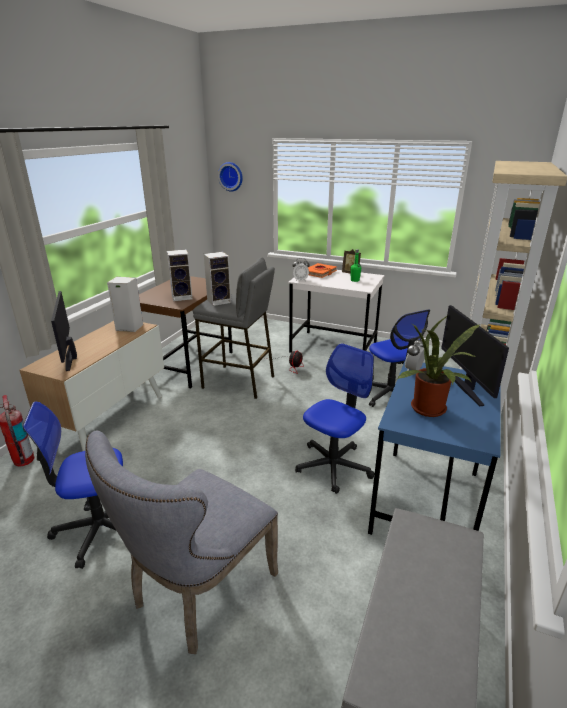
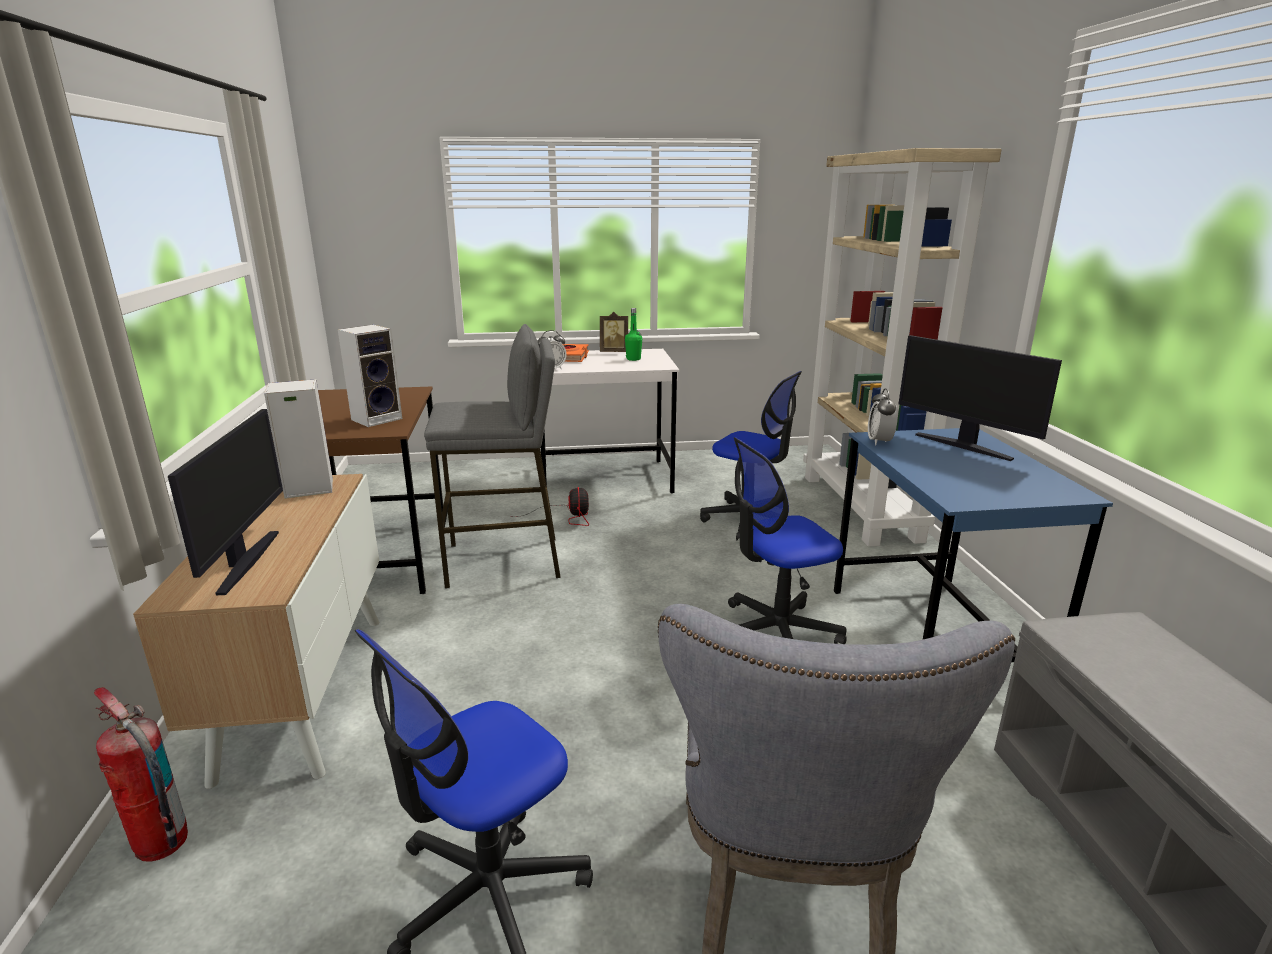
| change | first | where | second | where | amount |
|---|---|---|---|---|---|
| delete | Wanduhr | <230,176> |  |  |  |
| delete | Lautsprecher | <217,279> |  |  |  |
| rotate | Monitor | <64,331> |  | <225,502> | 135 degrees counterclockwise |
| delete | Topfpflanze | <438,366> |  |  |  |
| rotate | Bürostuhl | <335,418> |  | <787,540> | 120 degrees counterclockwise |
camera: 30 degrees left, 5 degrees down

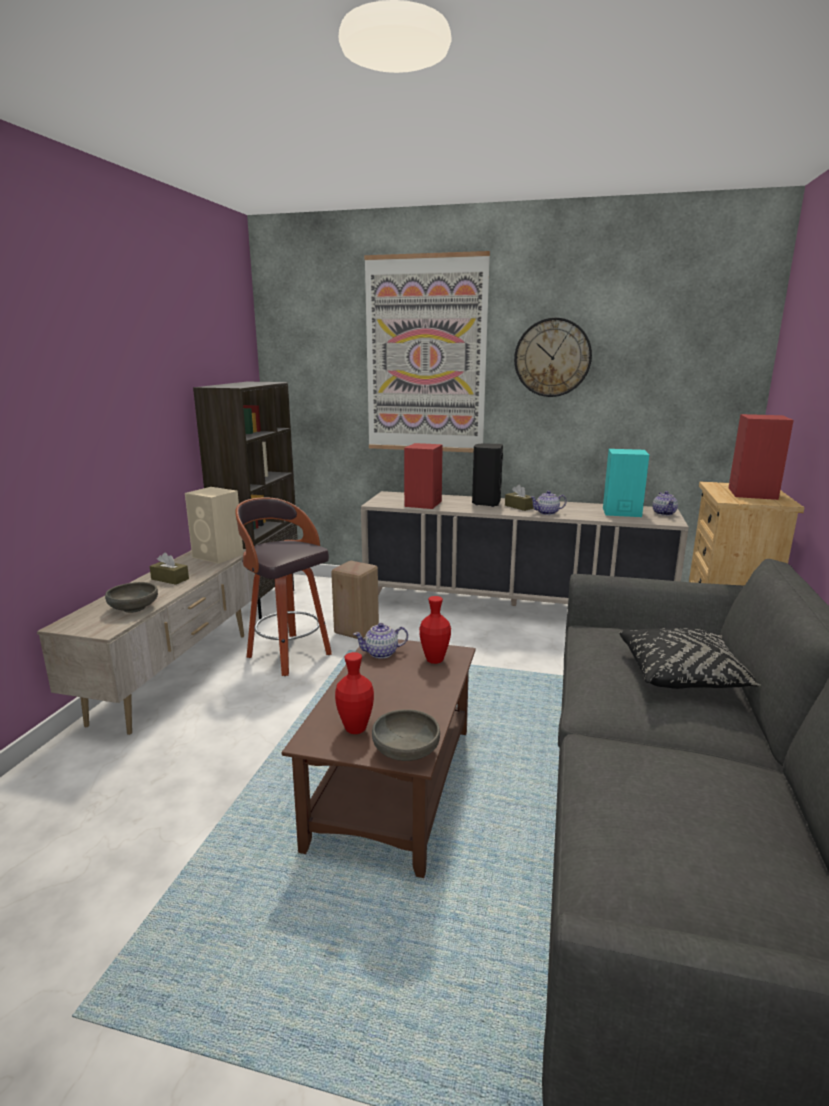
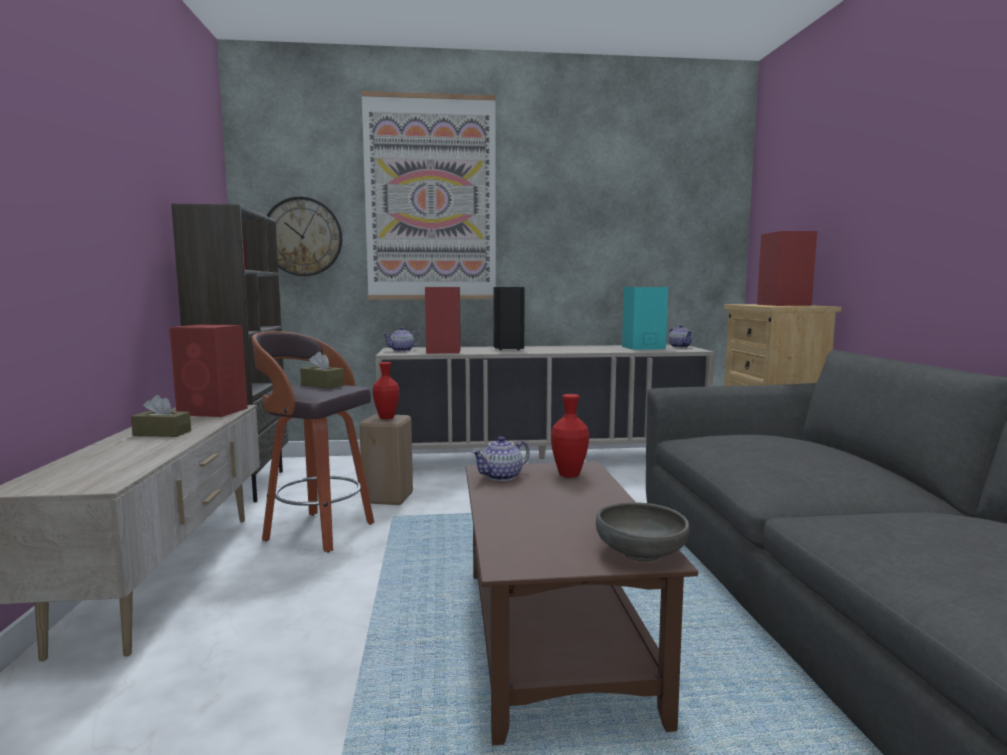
| change | first | where | second | where | amount |
|---|---|---|---|---|---|
| move | Wanduhr | <553,357> |  | <304,236> |  |
| move | Taschentuchbox [braun] | <519,497> |  | <322,370> |  |
| recolor | Lautsprecher [beige] | <214,525> | Lautsprecher [rot] | <208,371> |  |
| move | Teekanne | <548,503> |  | <402,339> |  |
| delete | Schüssel [grau] | <131,597> |  |  |  |
| delete | Kissen [schwarz] | <690,658> |  |  |  |
| move | Vase [rot] | <354,693> |  | <386,390> |  |
camera: 20 degrees left, 10 degrees down

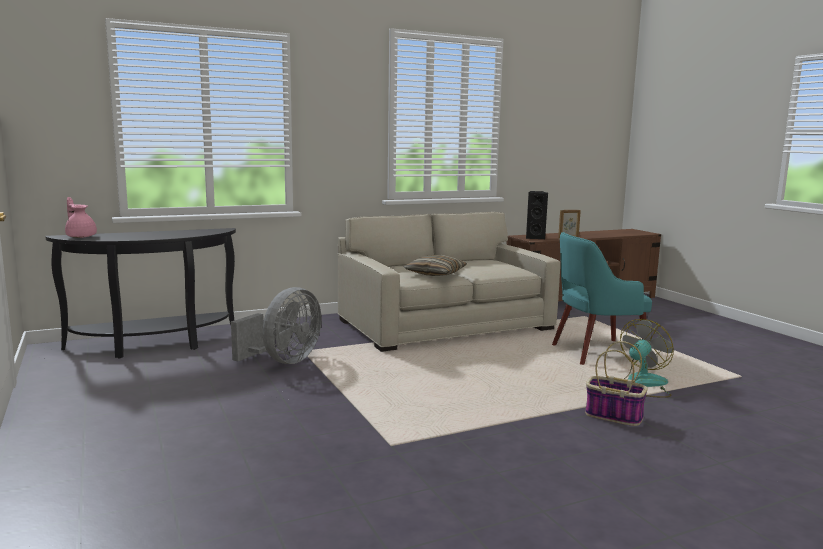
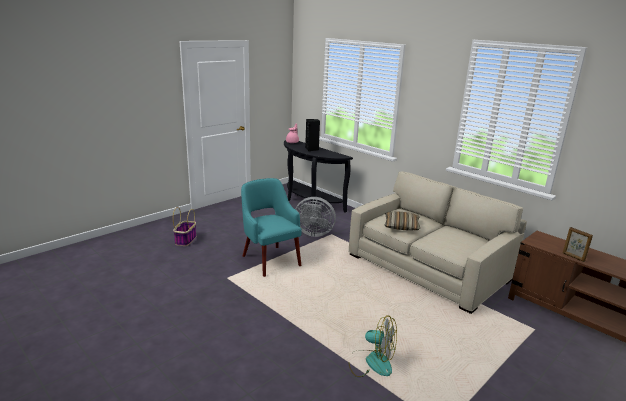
| change | first | where | second | where | amount |
|---|---|---|---|---|---|
| move | Lautsprecher [schwarz] | <537,215> |  | <312,135> |  |
| move | Sessel [türkis] | <602,298> |  | <271,227> |  |
| move | Korb | <616,383> |  | <184,226> |  |
camera: 70 degrees right, 10 degrees up

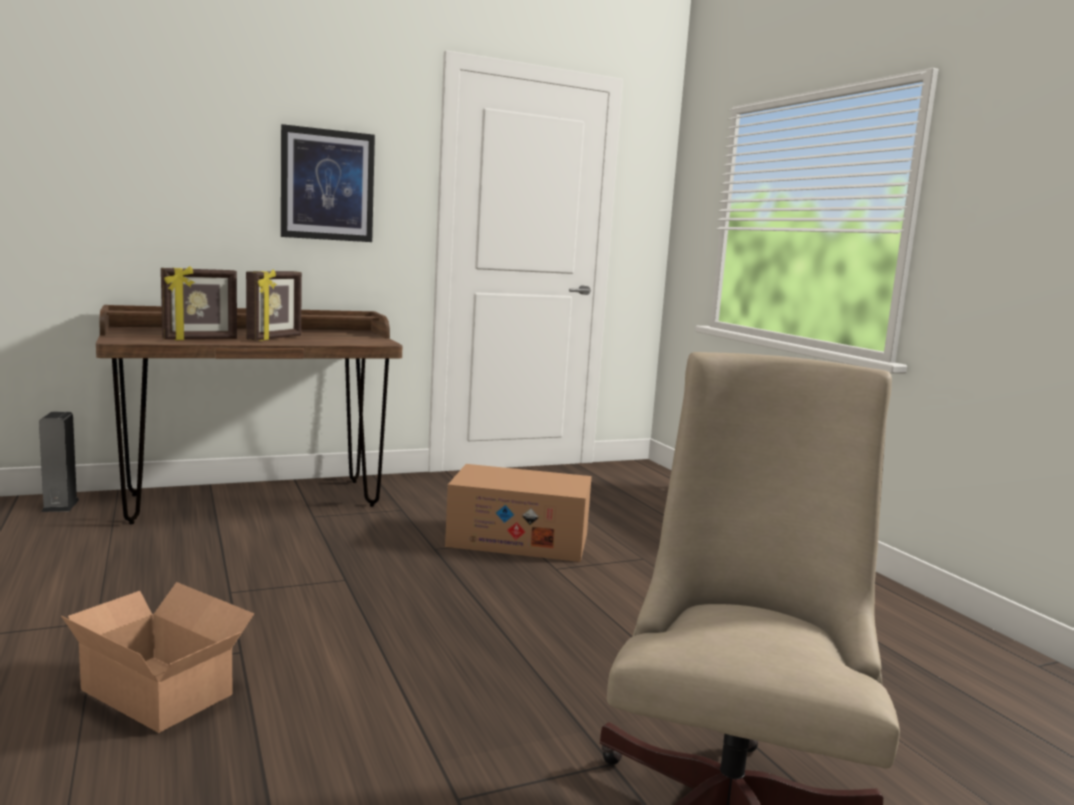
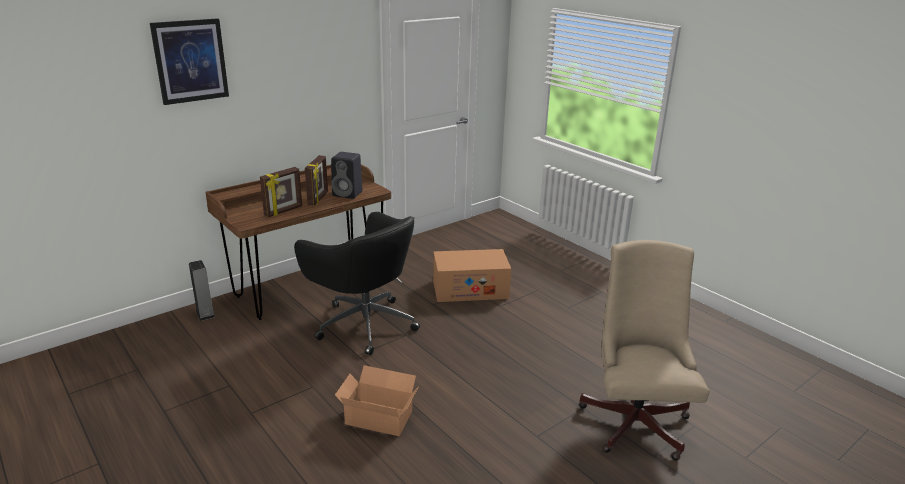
| change | first | where | second | where | amount |
|---|---|---|---|---|---|
| move | Bild | <328,183> |  | <189,61> |  |
| insert |  |  | Lautsprecher [schwarz] | <347,175> |  |
| insert |  |  | Bürostuhl [schwarz] | <357,283> |  |
camera: 15 degrees left, 15 degrees up

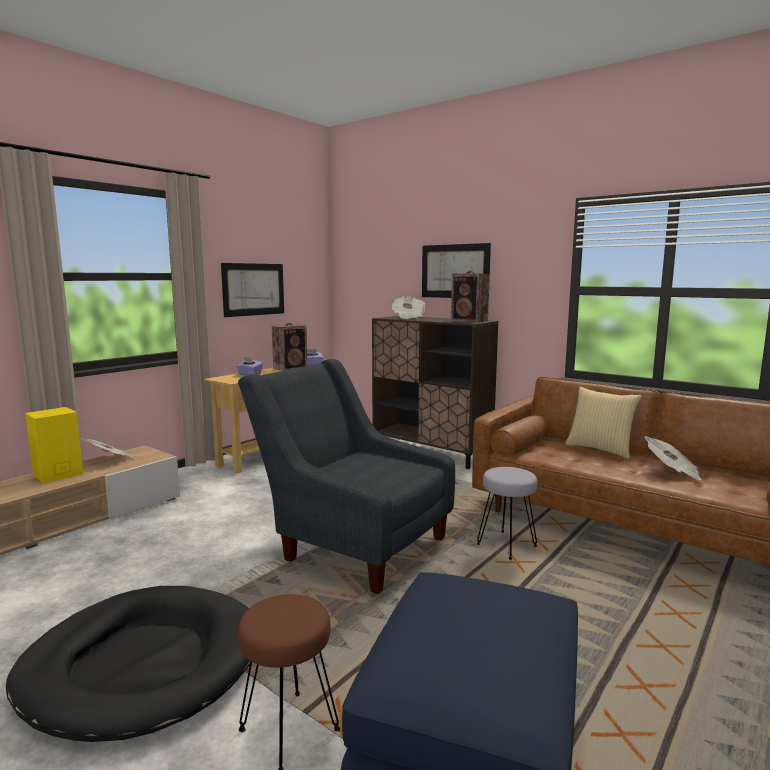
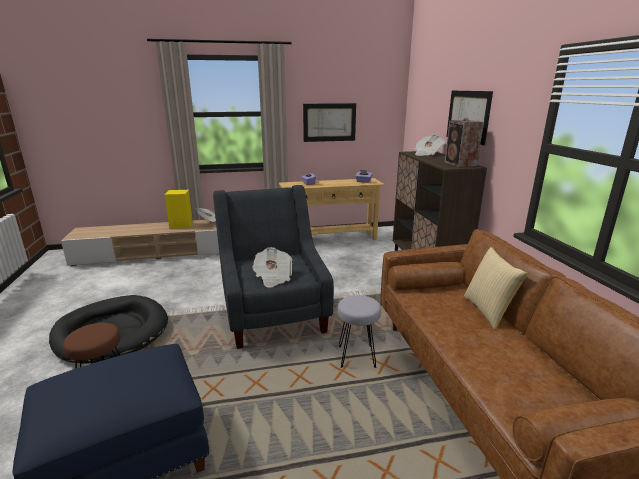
| change | first | where | second | where | amount |
|---|---|---|---|---|---|
| delete | Lautsprecher | <290,347> |  |  |  |
| move | Zeitung | <672,458> |  | <272,267> |  |
camera: 40 degrees right, 10 degrees up

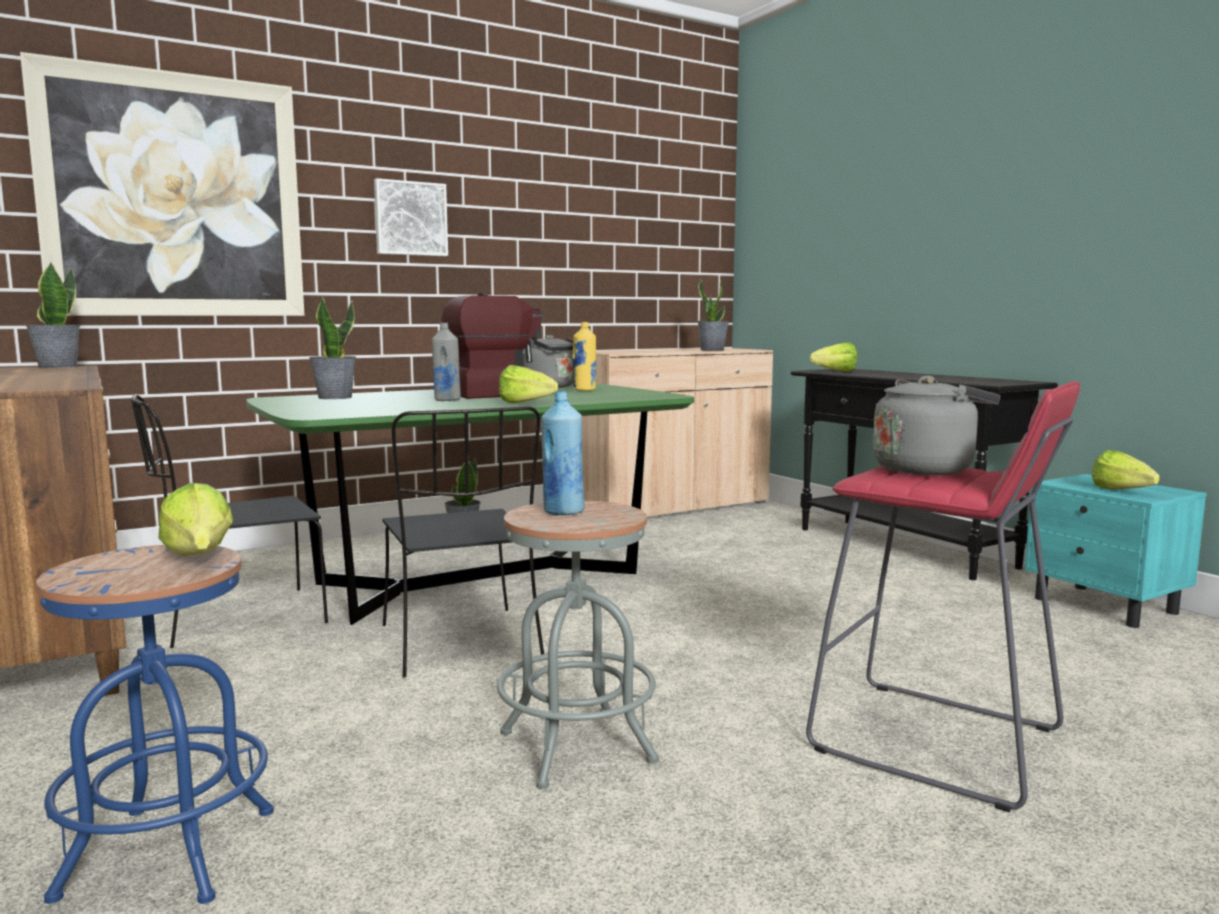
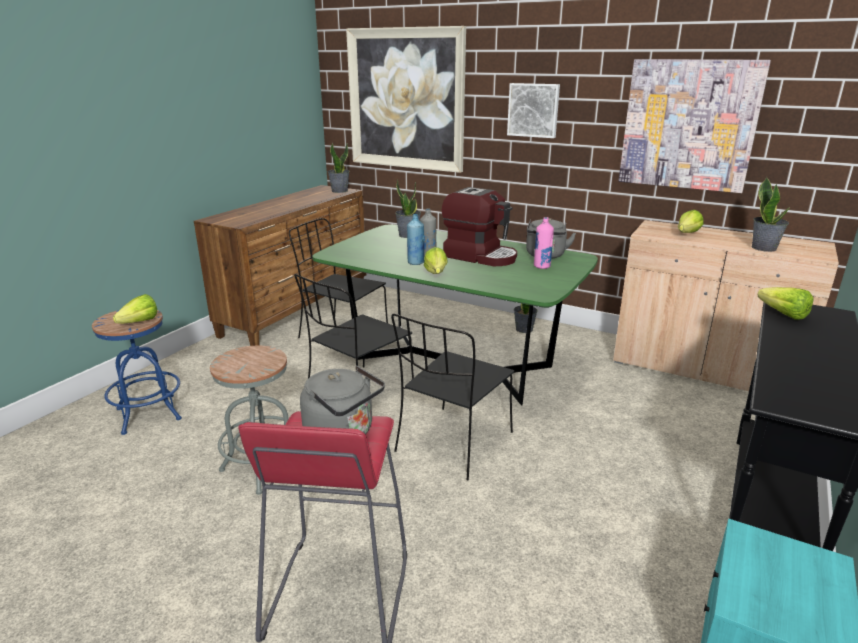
| change | first | where | second | where | amount |
|---|---|---|---|---|---|
| recolor | Flasche [gelb] | <584,356> | Flasche [rosa] | <544,243> |  |
| move | Flasche [blau] | <563,453> |  | <415,239> |  |
| move | Salatkopf | <1126,470> |  | <691,221> |  |
| insert |  |  | Bild | <695,126> |  |
| insert |  |  | Stuhl [schwarz] | <452,397> |  |
camera: 60 degrees right, 15 degrees up

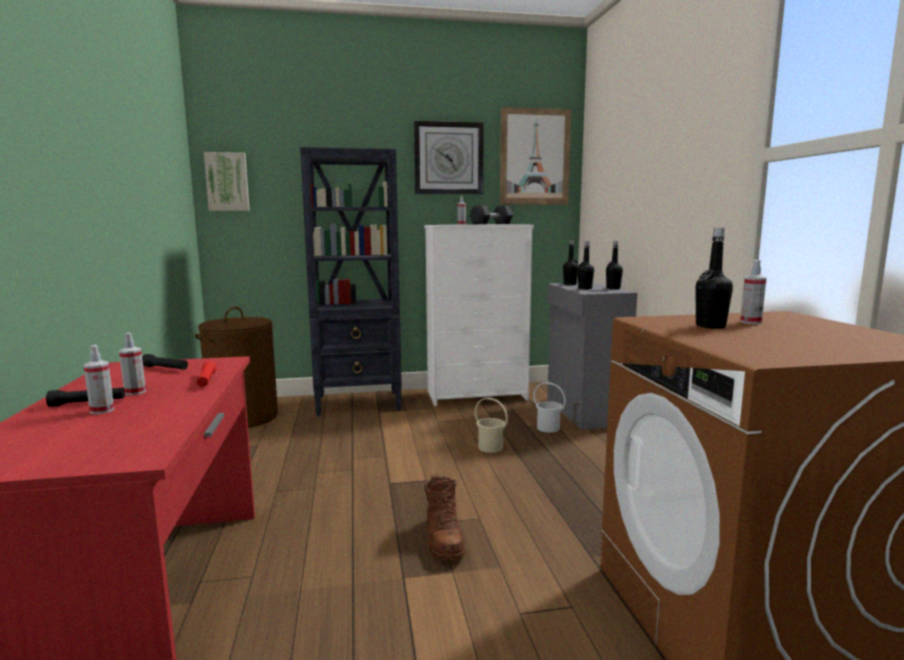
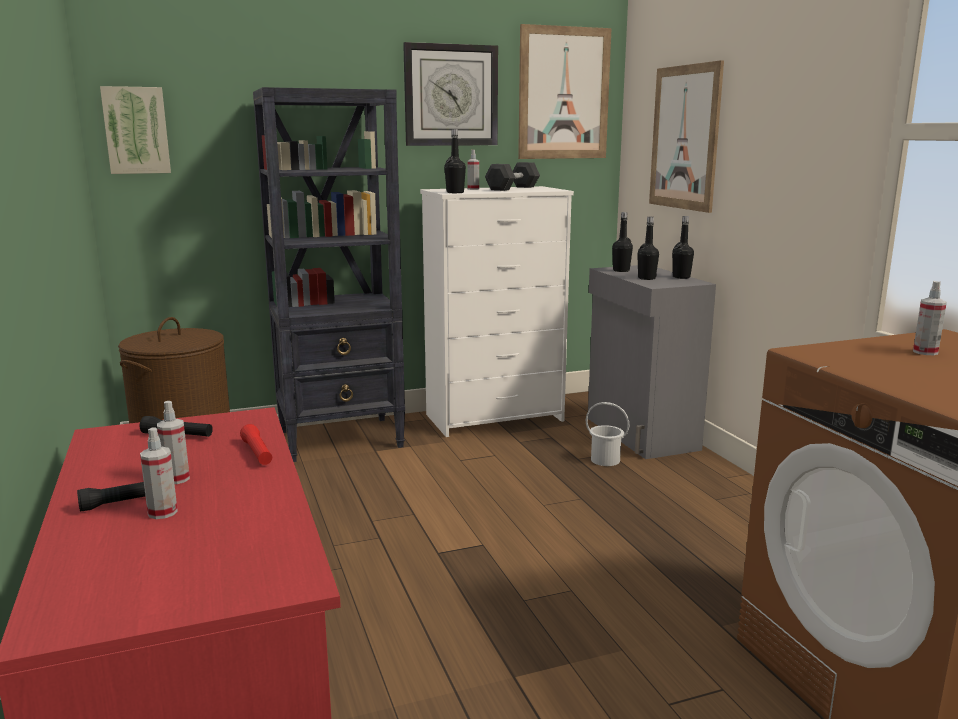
| change | first | where | second | where | amount |
|---|---|---|---|---|---|
| move | Flasche [schwarz] | <714,278> |  | <455,161> |  |
| delete | Eimer [beige] | <491,425> |  |  |  |
| delete | Stiefel [braun] | <445,517> |  |  |  |
| insert |  |  | Bild | <686,136> |  |
camera: 10 degrees left, 5 degrees up

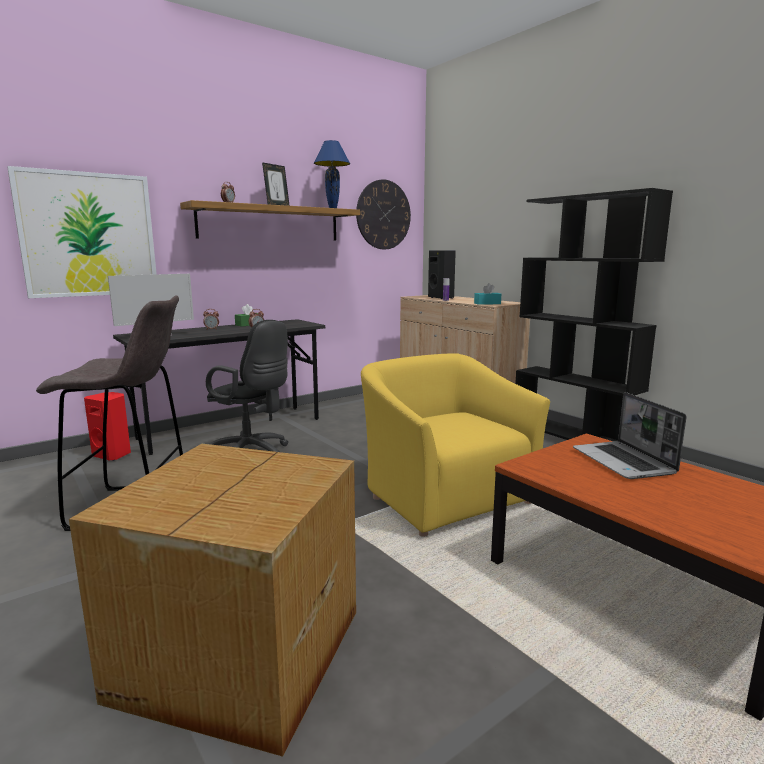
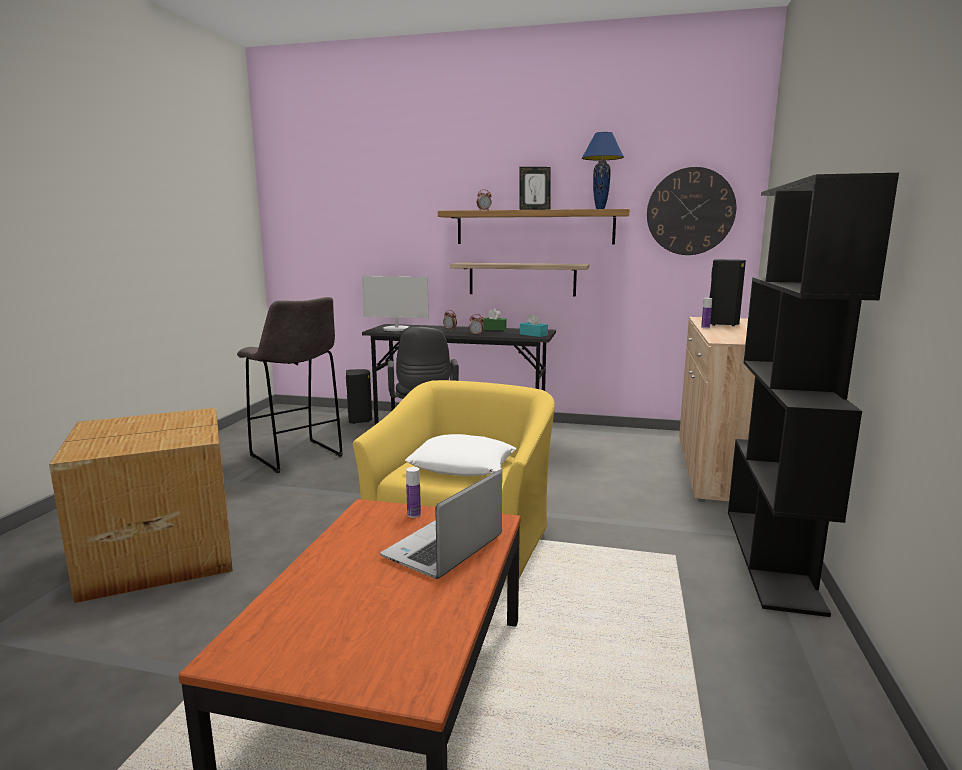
| change | first | where | second | where | amount |
|---|---|---|---|---|---|
| delete | Bild | <82,232> |  |  |  |
| move | Taschentuchbox [türkis] | <487,294> |  | <534,325> |  |
| recolor | Lautsprecher [rot] | <107,426> | Lautsprecher [schwarz] | <359,396> |  |
| insert |  |  | Wandregal | <519,279> |  |
| insert |  |  | Kissen [weiß] | <460,455> |  |
| insert |  |  | Flasche | <413,492> |  |
camera: 50 degrees right, 0 degrees up

